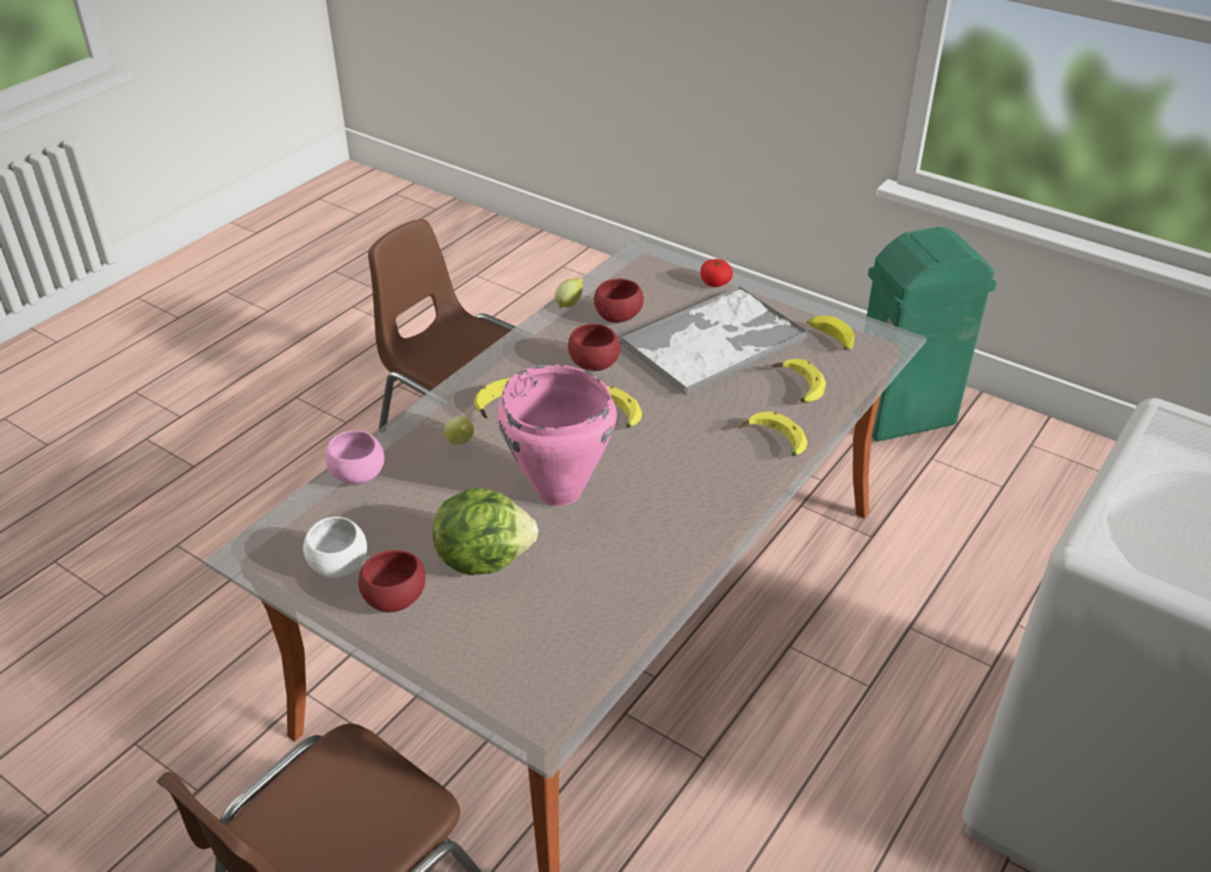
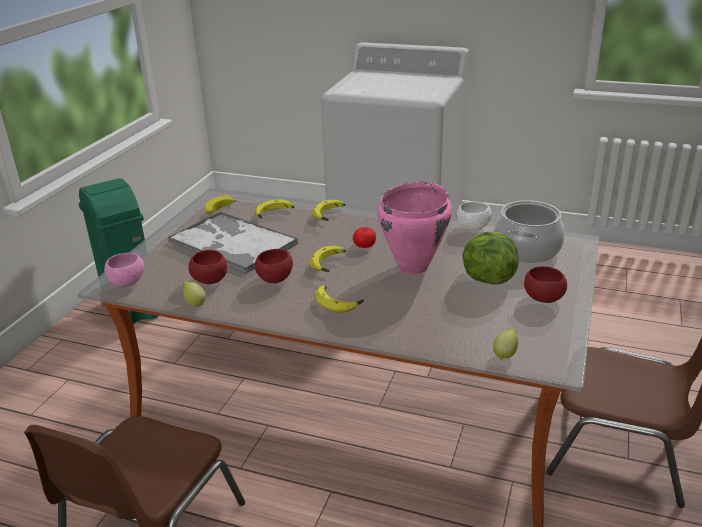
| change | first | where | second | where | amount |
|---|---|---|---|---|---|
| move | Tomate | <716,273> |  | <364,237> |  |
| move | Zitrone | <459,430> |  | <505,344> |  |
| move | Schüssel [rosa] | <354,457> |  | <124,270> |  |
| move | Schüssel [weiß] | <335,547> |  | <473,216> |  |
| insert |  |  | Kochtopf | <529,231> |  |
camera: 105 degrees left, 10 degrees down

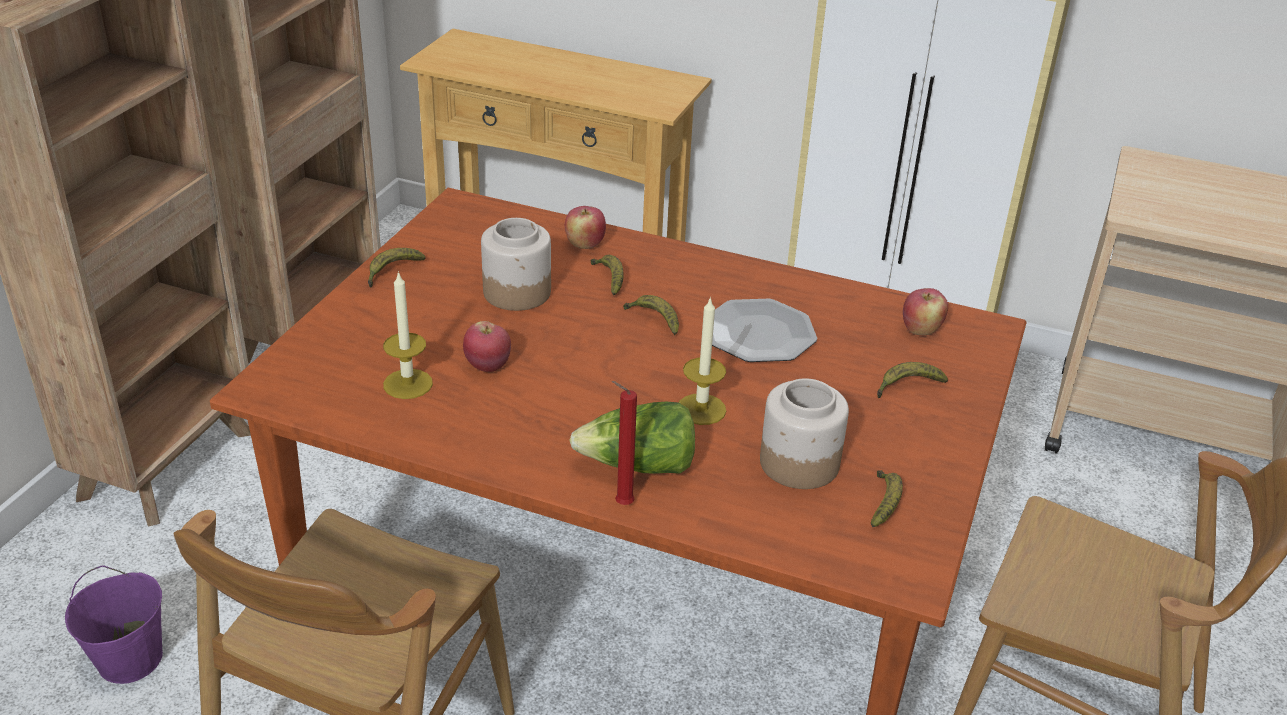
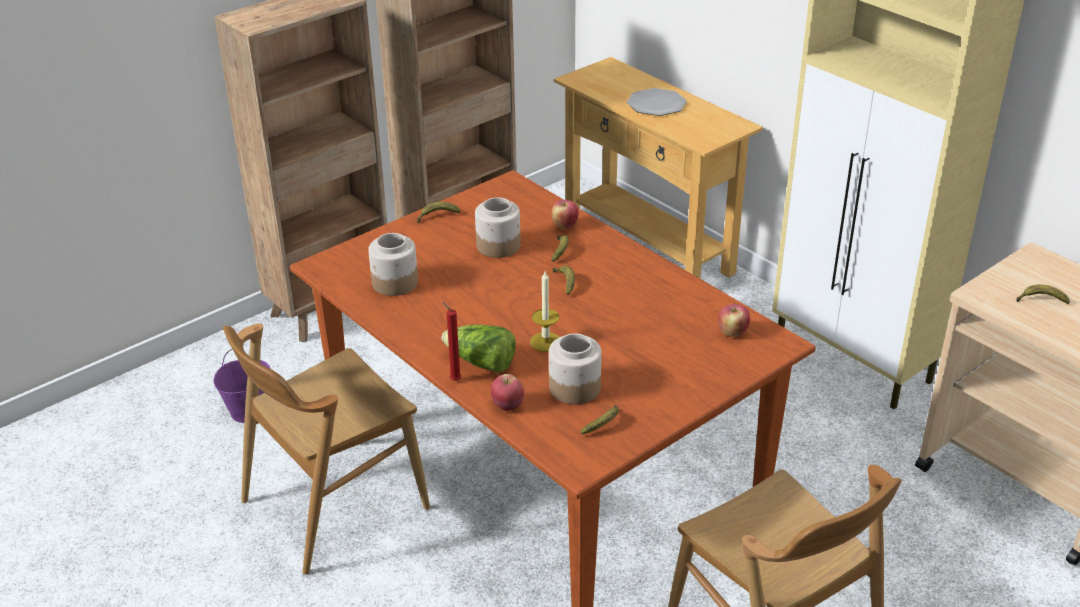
| change | first | where | second | where | amount |
|---|---|---|---|---|---|
| replace | Kerze | <408,335> | Vorratsglas | <393,264> |  |
| move | Teller | <764,330> |  | <656,102> |  |
| move | Apfel | <487,346> |  | <507,392> |  |
| move | Banane | <912,380> |  | <1043,294> |  |
camera: 30 degrees right, 0 degrees up

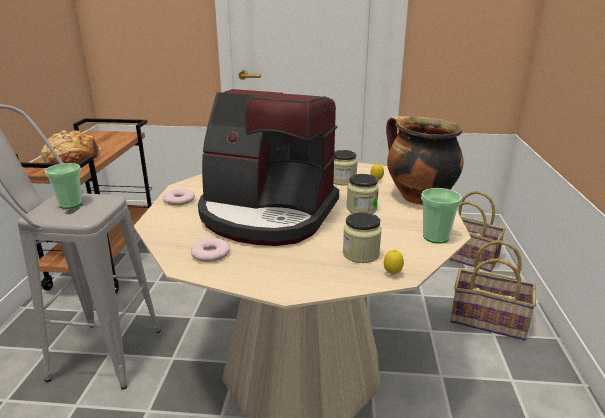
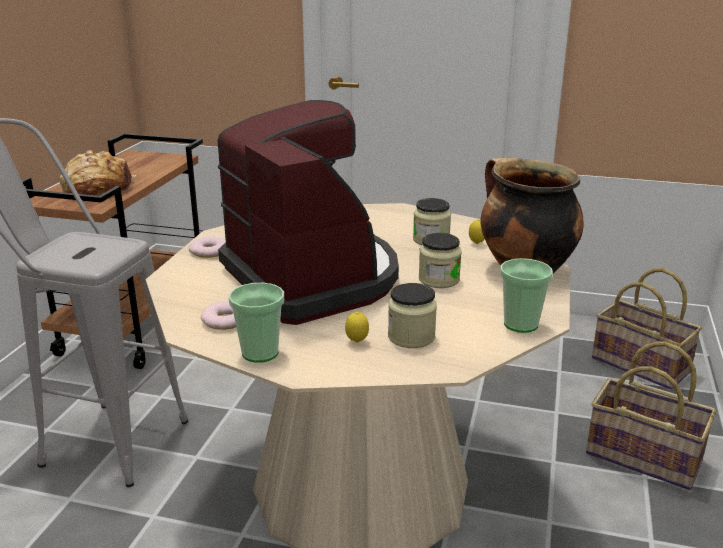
| change | first | where | second | where | amount |
|---|---|---|---|---|---|
| rotate | Kaffeemaschine | <268,167> |  | <308,212> | 150 degrees counterclockwise |
| move | Tasse | <63,186> |  | <256,323> |  |
| move | Zitrone | <394,262> |  | <357,327> |  |
camera: 10 degrees right, 0 degrees up

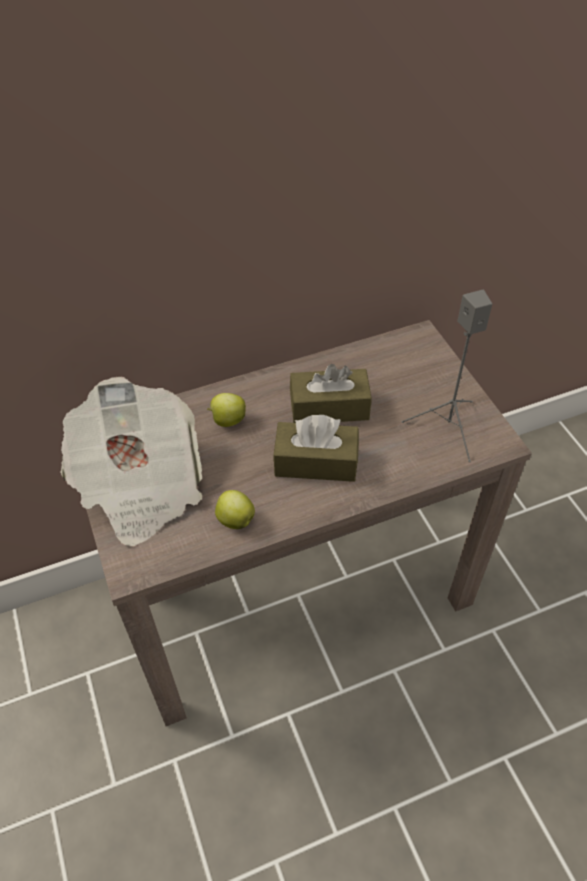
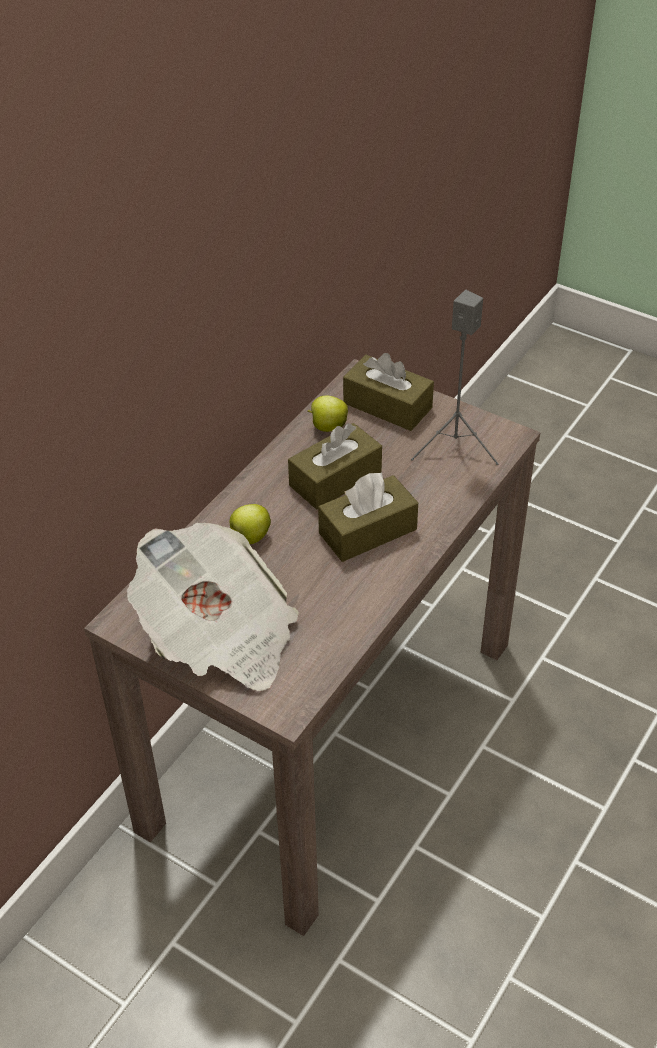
| change | first | where | second | where | amount |
|---|---|---|---|---|---|
| move | Apfel | <235,509> |  | <327,414> |  |
| insert |  |  | Taschentuchbox [braun] | <388,392> |  |
camera: 35 degrees left, 5 degrees down

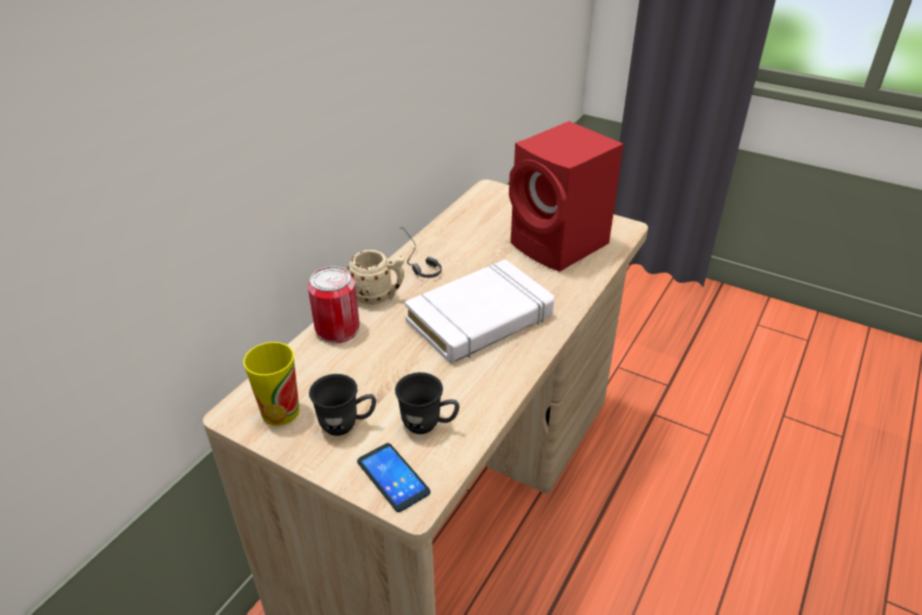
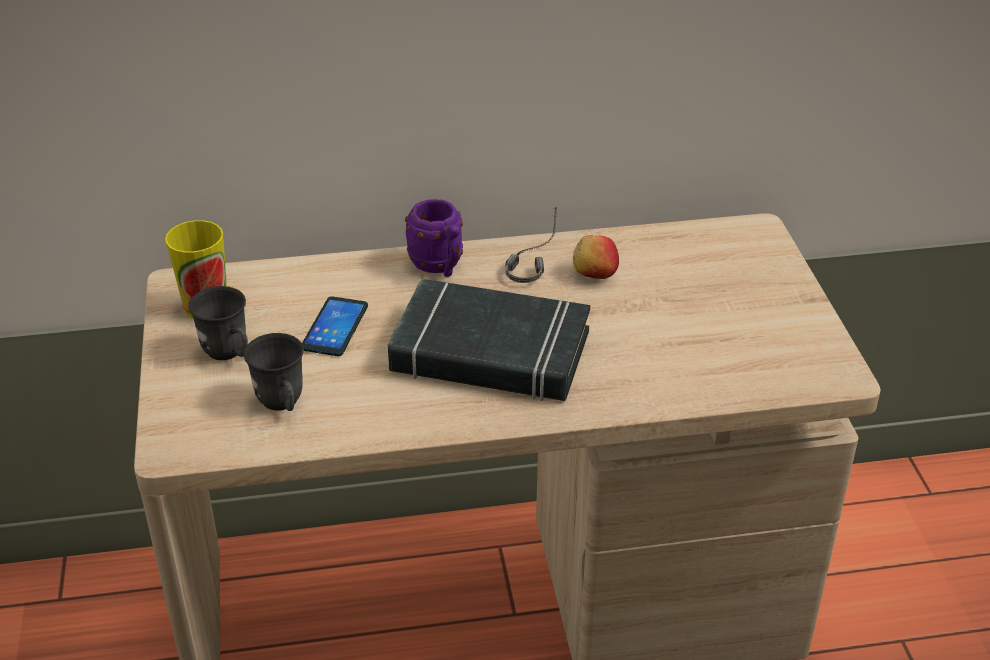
| change | first | where | second | where | amount |
|---|---|---|---|---|---|
| delete | Lautsprecher [rot] | <566,196> |  |  |  |
| recolor | Henkelbecher [beige] | <376,277> | Henkelbecher [lila] | <434,238> |  |
| recolor | Buch [weiß] | <479,311> | Buch [schwarz] | <489,340> |  |
| delete | Dose | <334,304> |  |  |  |
| move | Handy | <394,477> |  | <335,326> |  |
| insert |  |  | Apfel | <596,257> |  |
camera: 50 degrees right, 0 degrees up

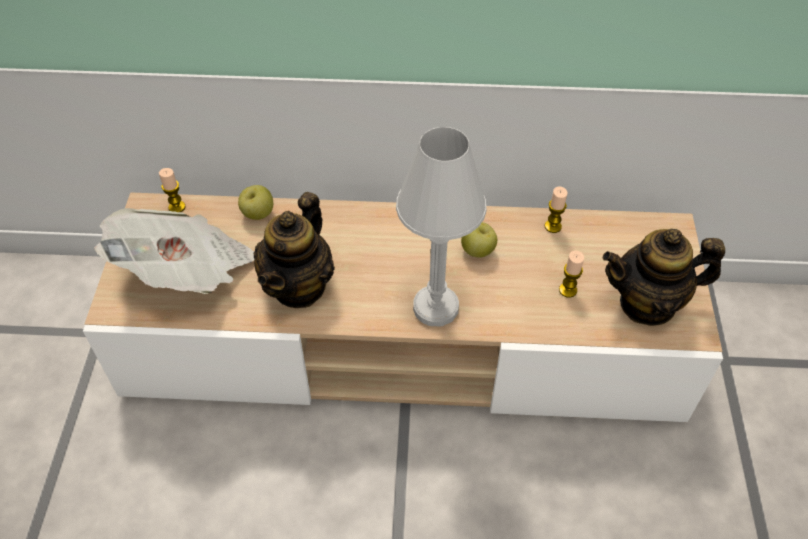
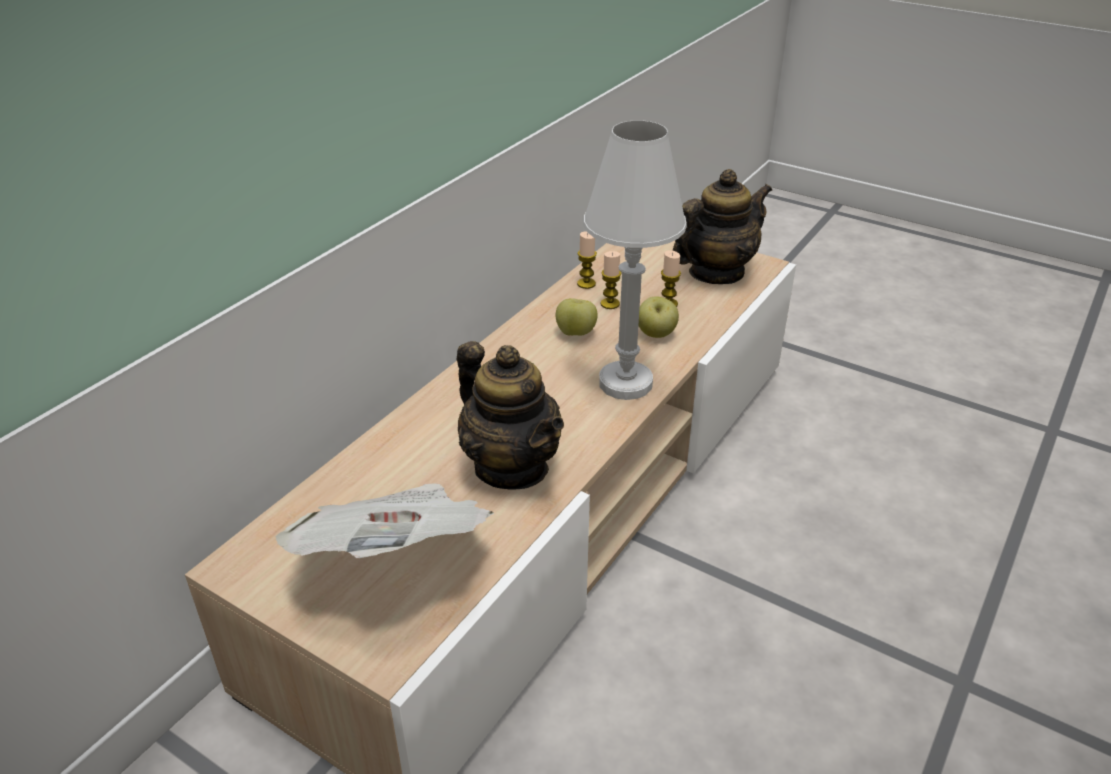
| change | first | where | second | where | amount |
|---|---|---|---|---|---|
| move | Kerze | <172,190> |  | <611,280> |  |
| move | Apfel | <255,202> |  | <658,317> |  |
| rotate | Teekanne | <664,277> |  | <722,226> | 150 degrees counterclockwise |
camera: 60 degrees left, 15 degrees down

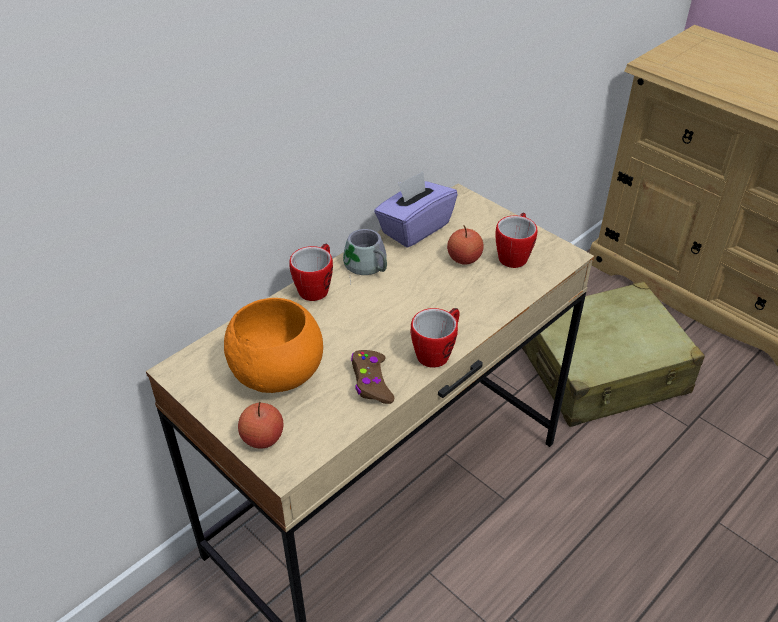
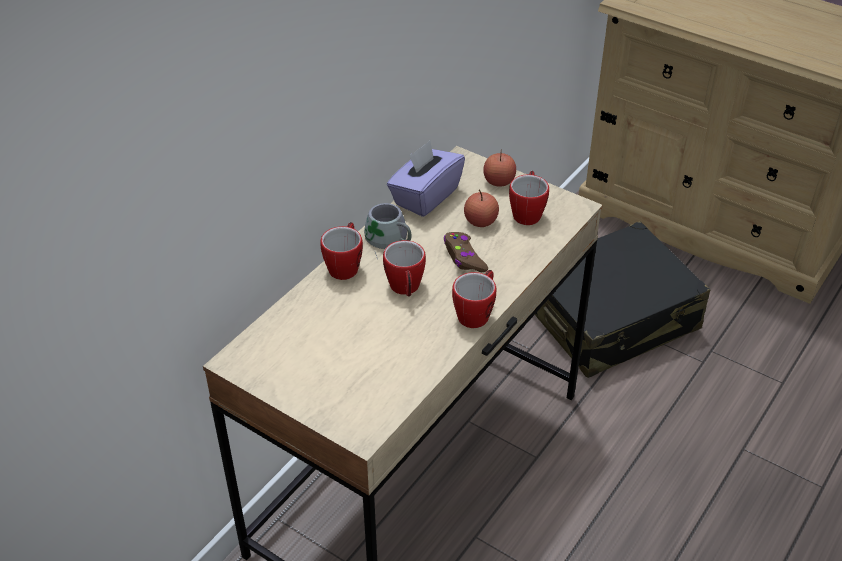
| change | first | where | second | where | amount |
|---|---|---|---|---|---|
| recolor | Koffer [beige] | <613,354> | Koffer [schwarz] | <622,299> |  |
| delete | Schüssel [orange] | <273,345> |  |  |  |
| move | Gamepad [braun] | <372,377> |  | <466,252> |  |
| move | Apfel | <260,425> |  | <499,168> |  |
| insert |  |  | Henkelbecher | <404,268> |  |
camera: 10 degrees left, 0 degrees up

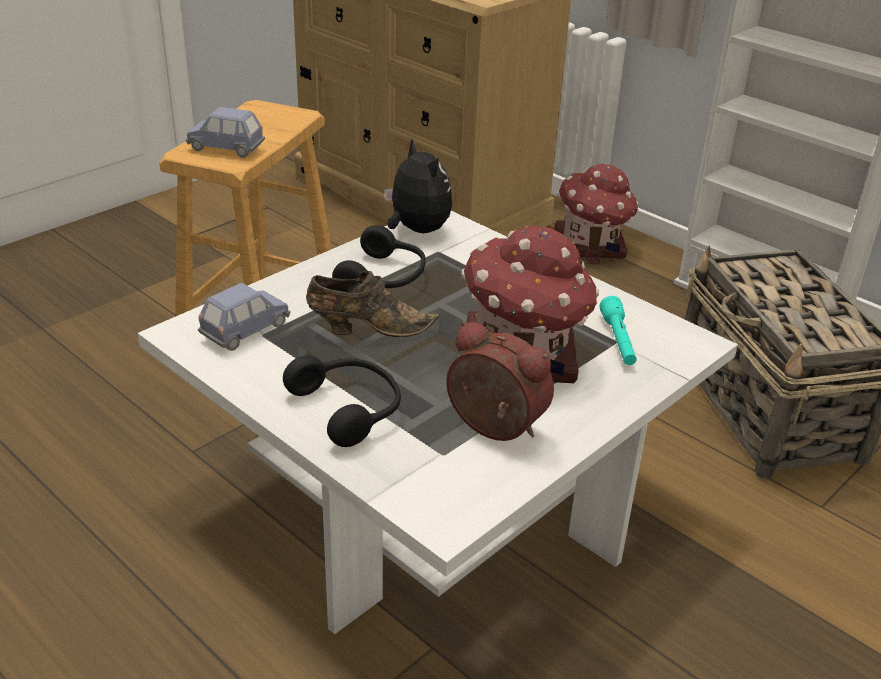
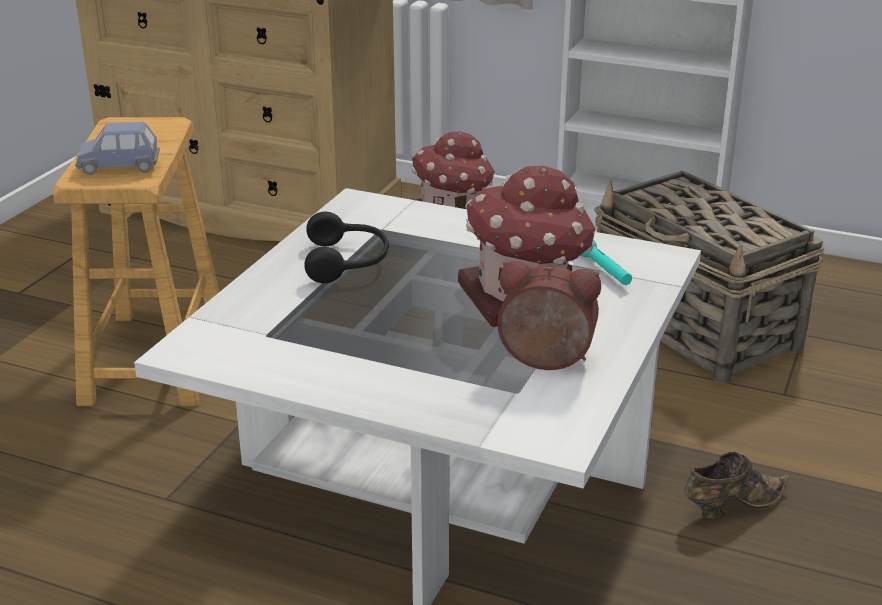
| change | first | where | second | where | amount |
|---|---|---|---|---|---|
| delete | Plüschtier | <418,186> |  |  |  |
| move | Schuh [braun] | <372,304> |  | <737,486> |  |
| delete | Spielzeugauto [blau] | <244,317> |  |  |  |
| delete | Kopfhörer [schwarz] | <342,401> |  |  |  |
camera: 20 degrees left, 5 degrees down

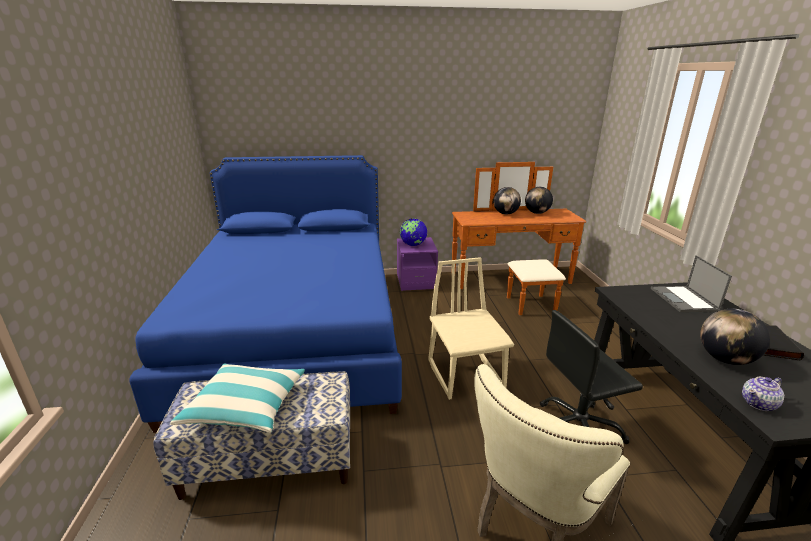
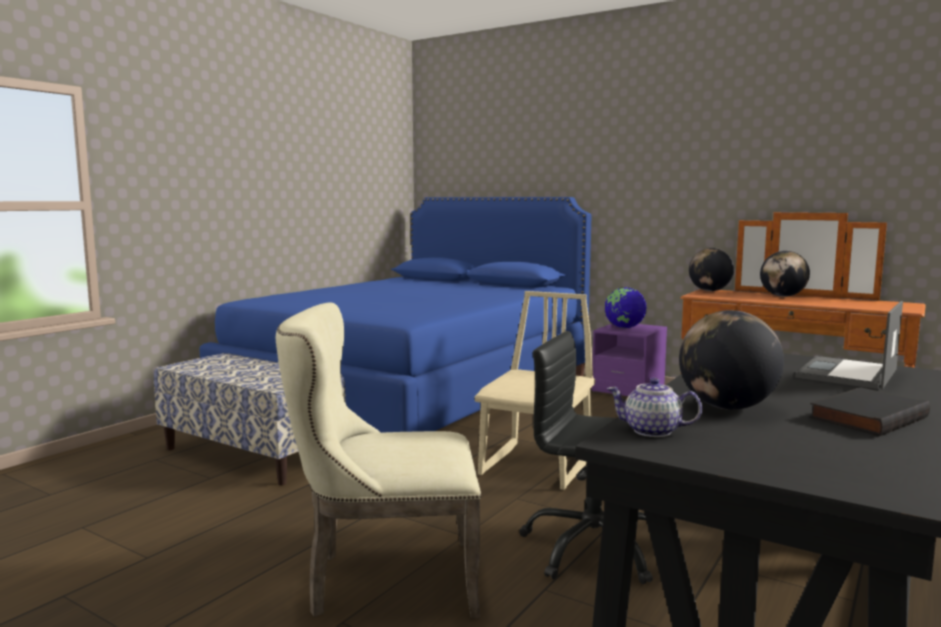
| change | first | where | second | where | amount |
|---|---|---|---|---|---|
| move | Globus | <539,200> |  | <711,269> |  |
| delete | Kissen | <237,398> |  |  |  |
camera: 40 degrees right, 15 degrees down

